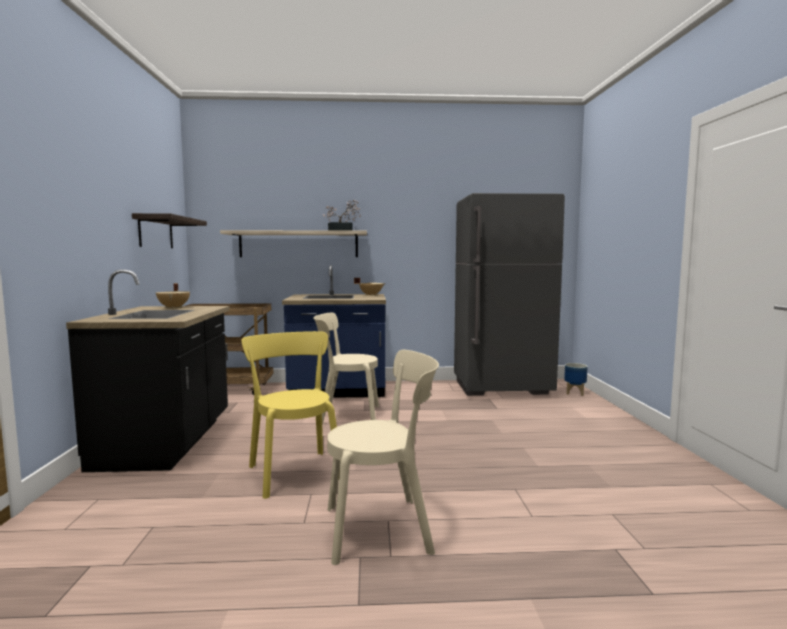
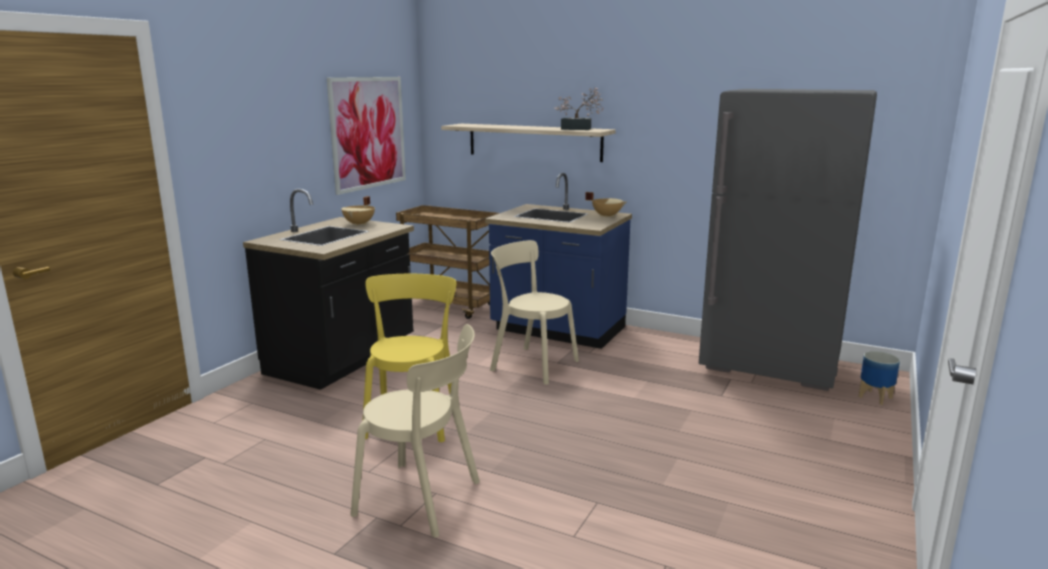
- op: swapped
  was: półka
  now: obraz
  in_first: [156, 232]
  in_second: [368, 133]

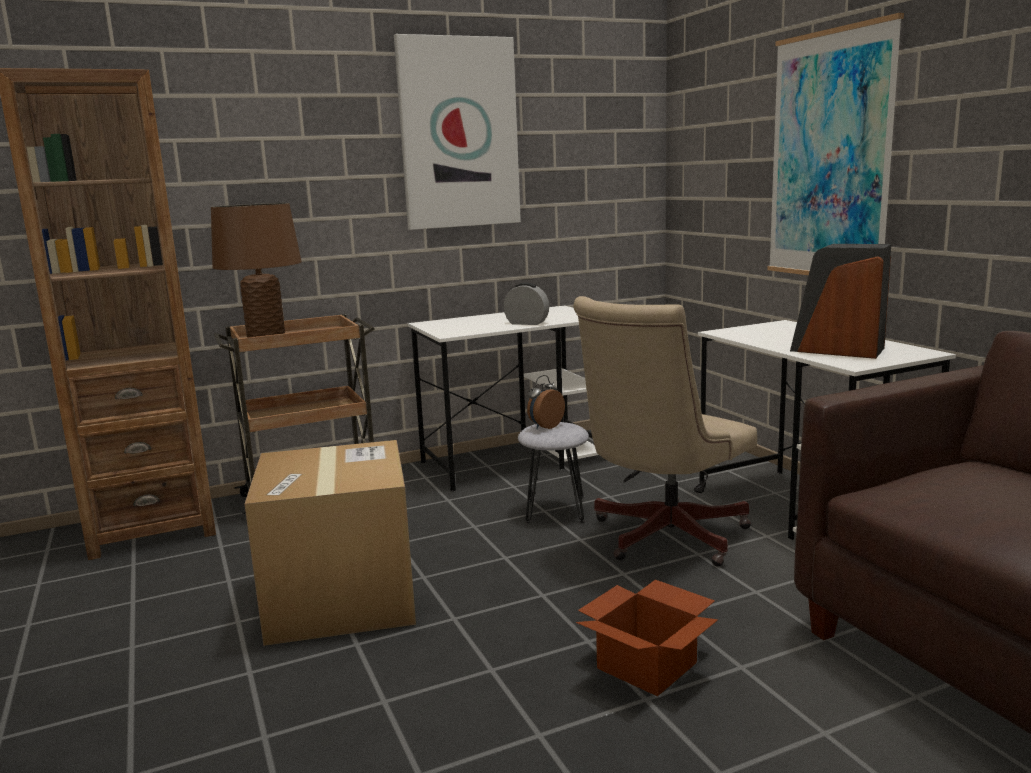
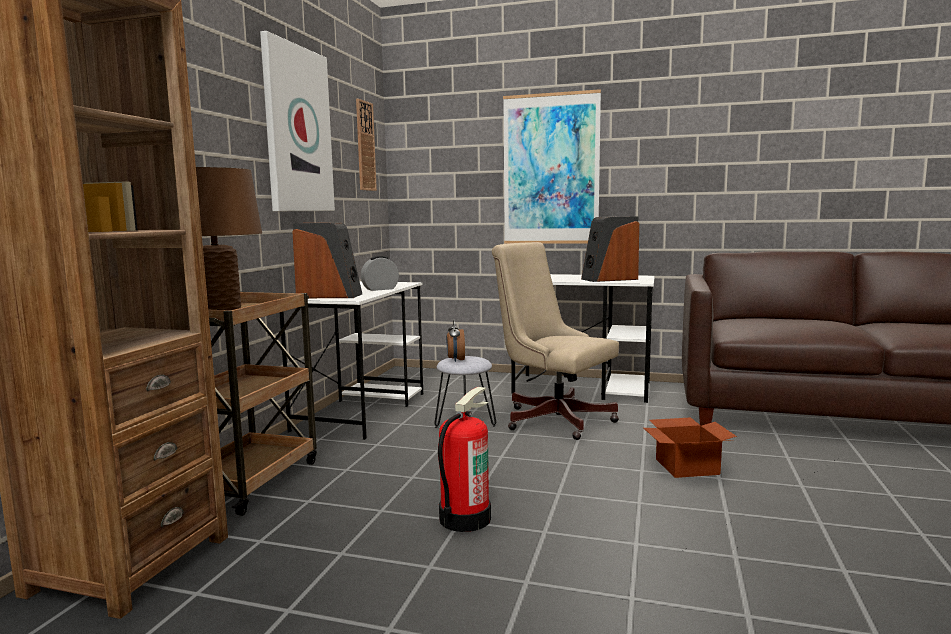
- op: swapped
  was: karton
  now: gaśnica
  in_first: [341, 598]
  in_second: [464, 518]
- op: rotated
  was: krzesło biurowe (beżowy)
  in_first: [661, 538]
  in_second: [552, 418]
  clockwise: 135
- op: new
  now: głośnik
  in_second: [329, 296]
- op: new
  now: zegar ścienny
  in_second: [365, 146]

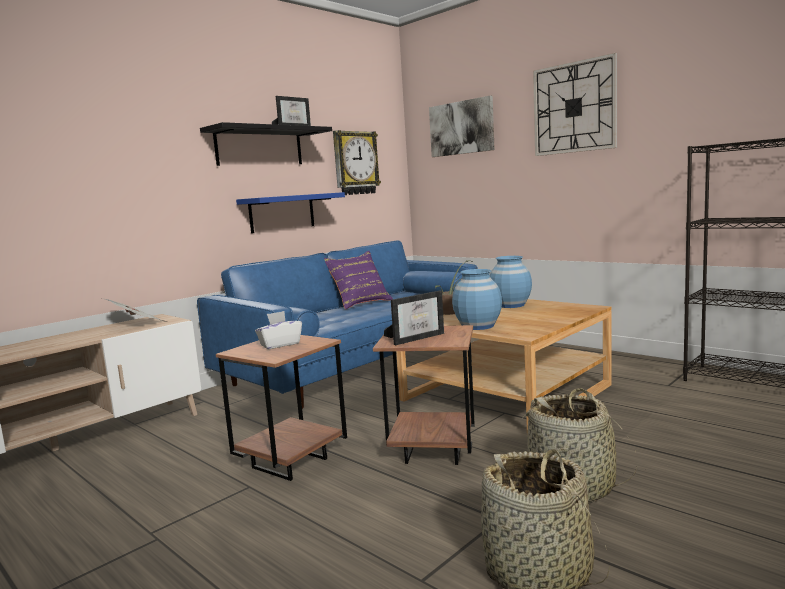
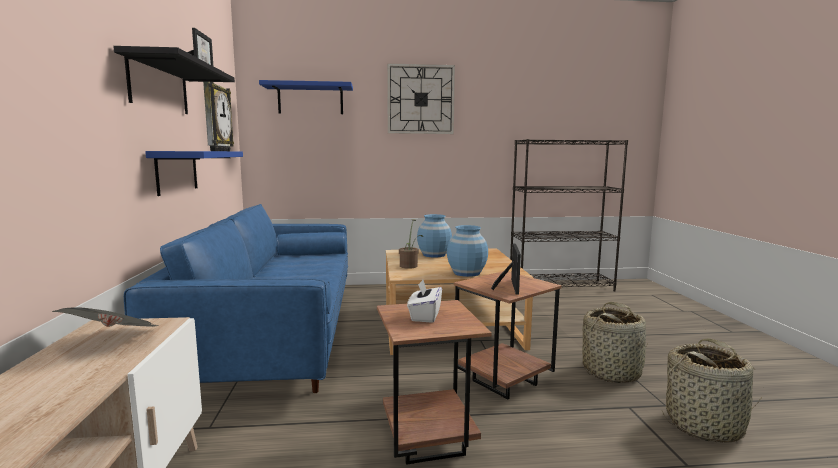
- op: gone
  was: poduszka (fioletowy)
  in_first: [360, 303]
- op: swapped
  was: obraz
  now: półka (niebieski)
  in_first: [461, 128]
  in_second: [310, 99]

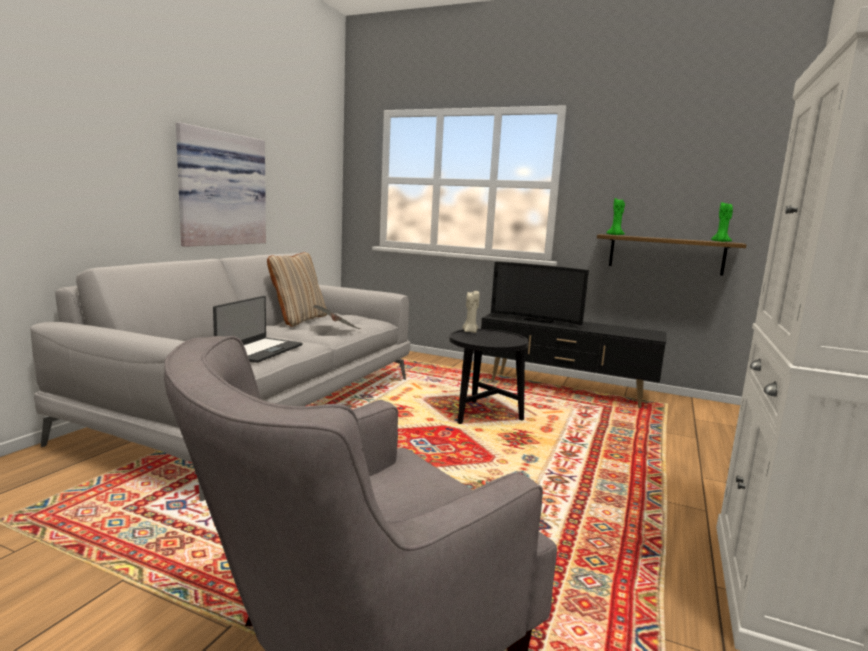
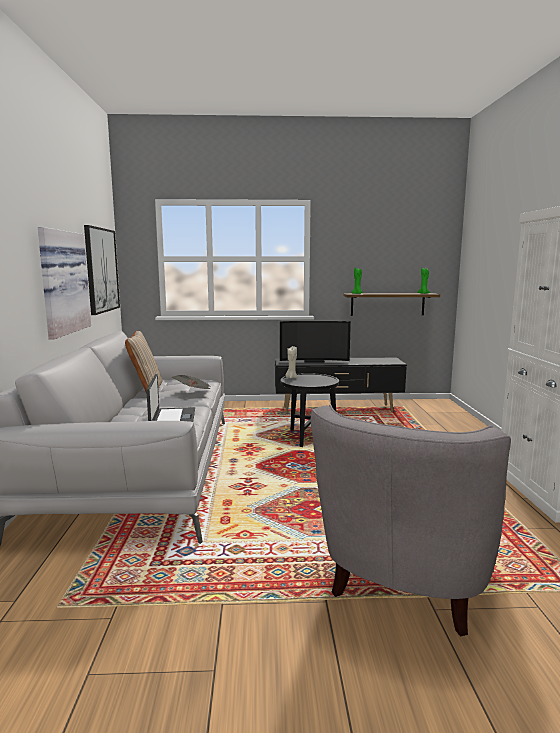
- op: new
  now: obraz
  in_second: [101, 270]

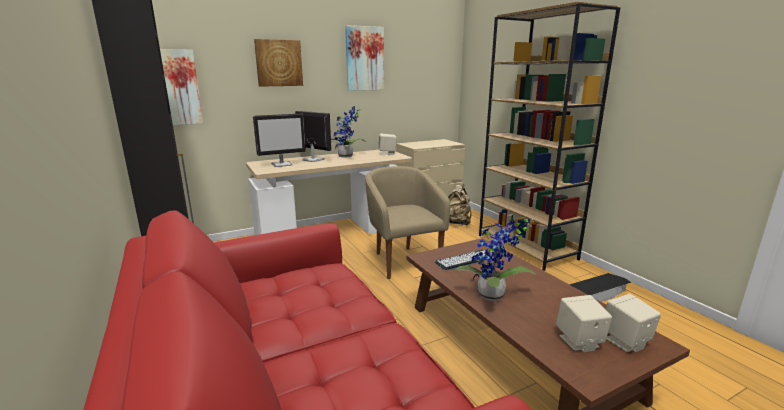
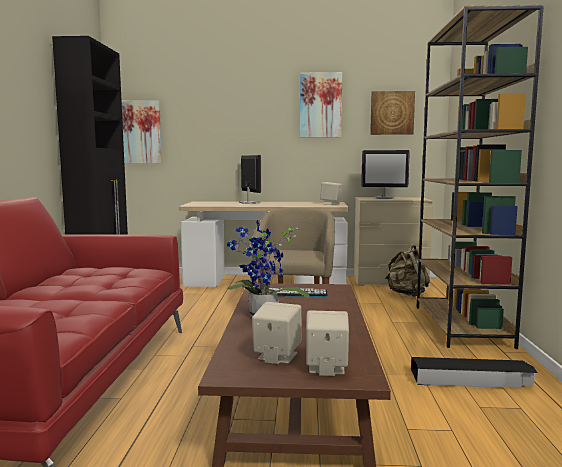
- op: shifted
  was: monitor
  in_first: [282, 164]
  in_second: [383, 198]
- op: shifted
  was: obraz
  in_first: [279, 63]
  in_second: [392, 113]
- op: gone
  was: roślina doniczkowa
  in_first: [347, 156]

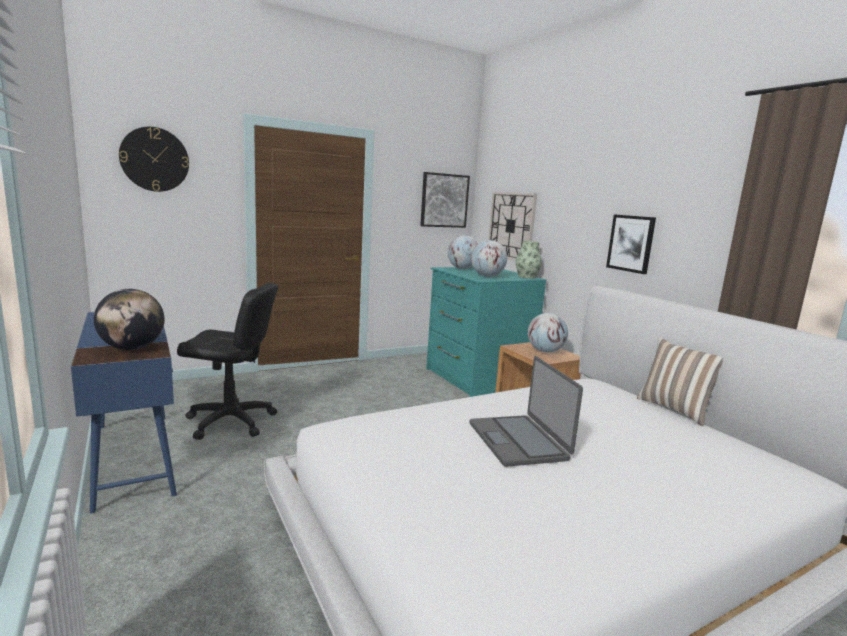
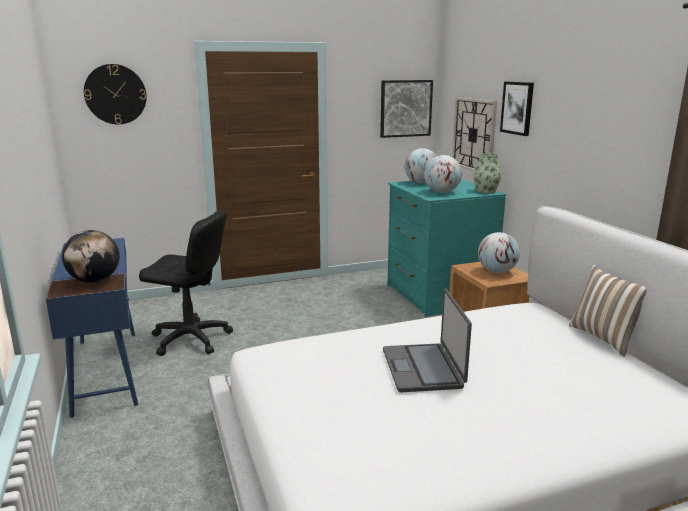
- op: shifted
  was: obraz
  in_first: [631, 243]
  in_second: [517, 108]

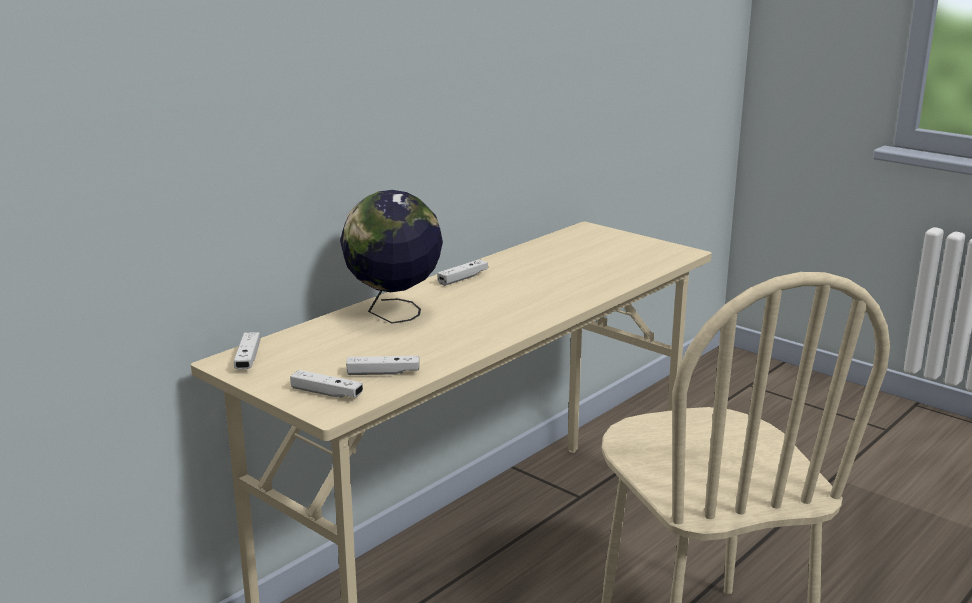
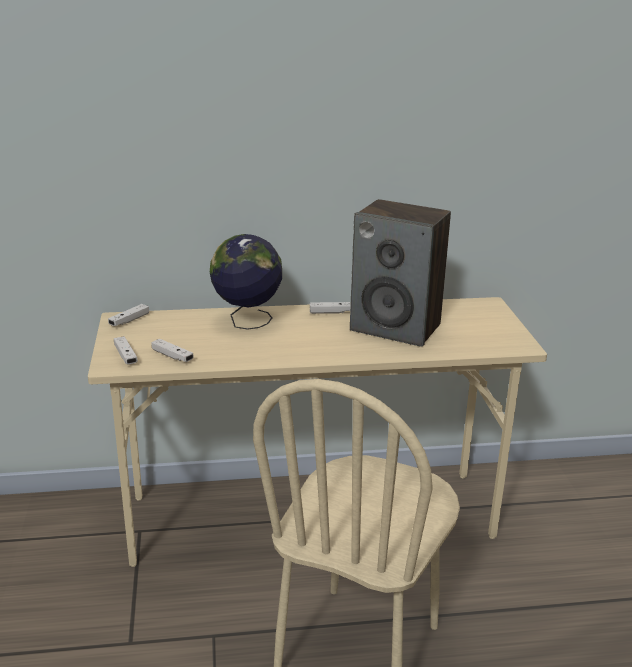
- op: new
  now: głośnik
  in_second: [396, 327]

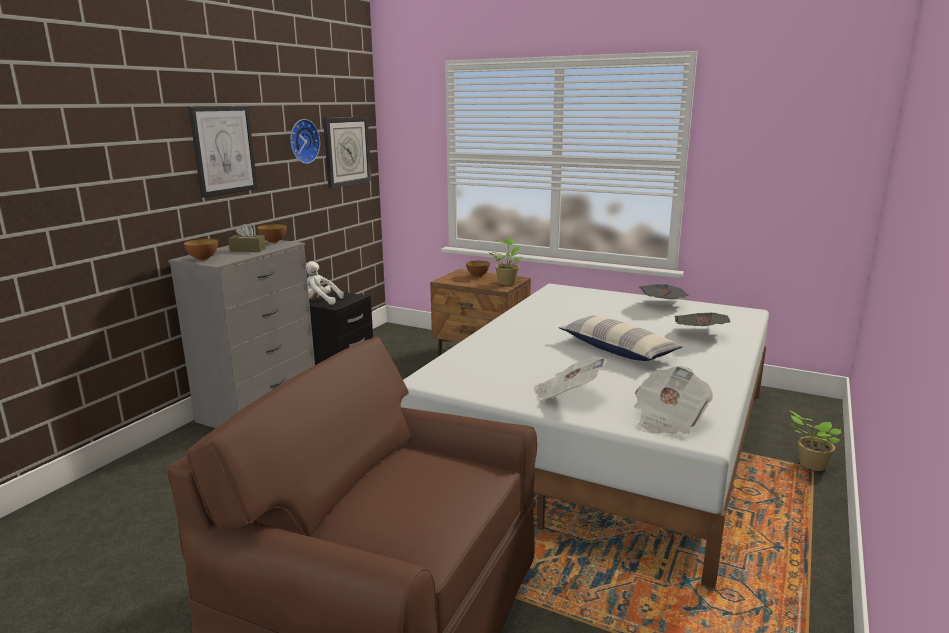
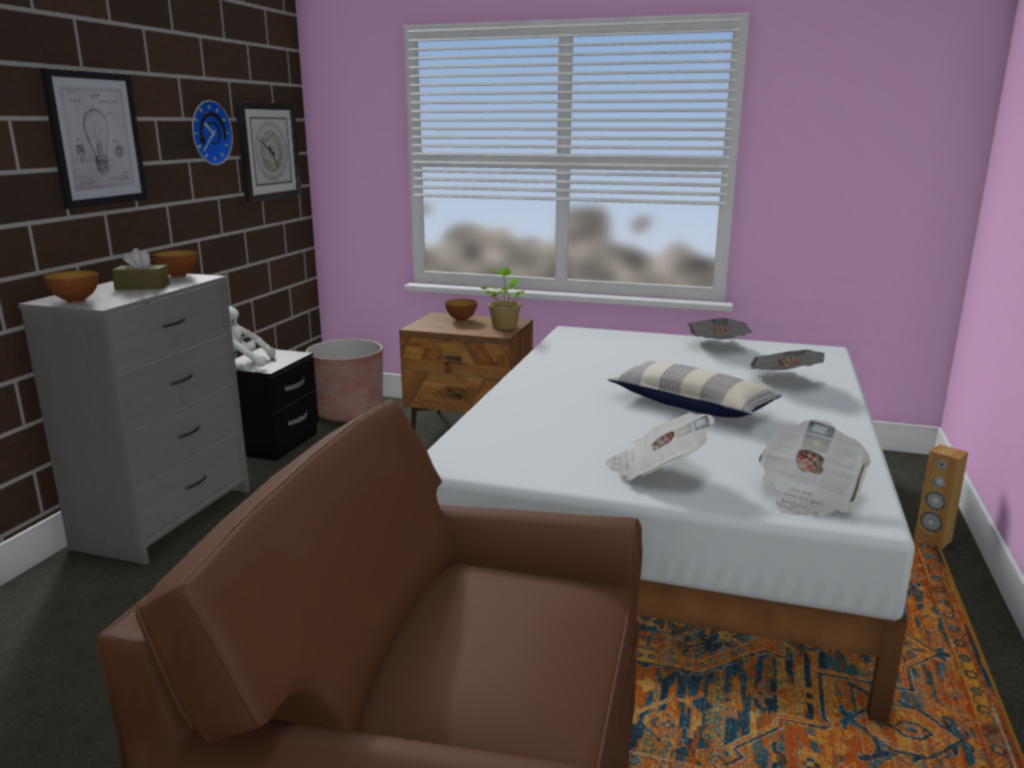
- op: swapped
  was: roślina doniczkowa
  now: głośnik (brązowy)
  in_first: [810, 465]
  in_second: [932, 540]
- op: new
  now: donica (brązowy)
  in_second: [348, 412]

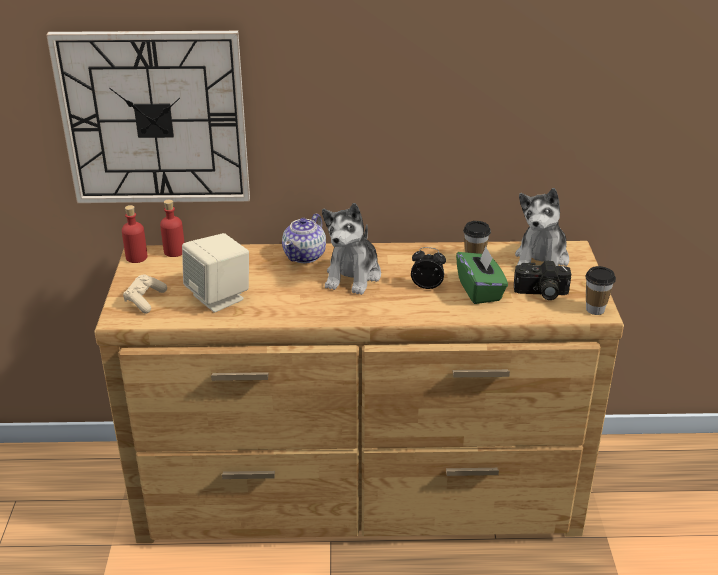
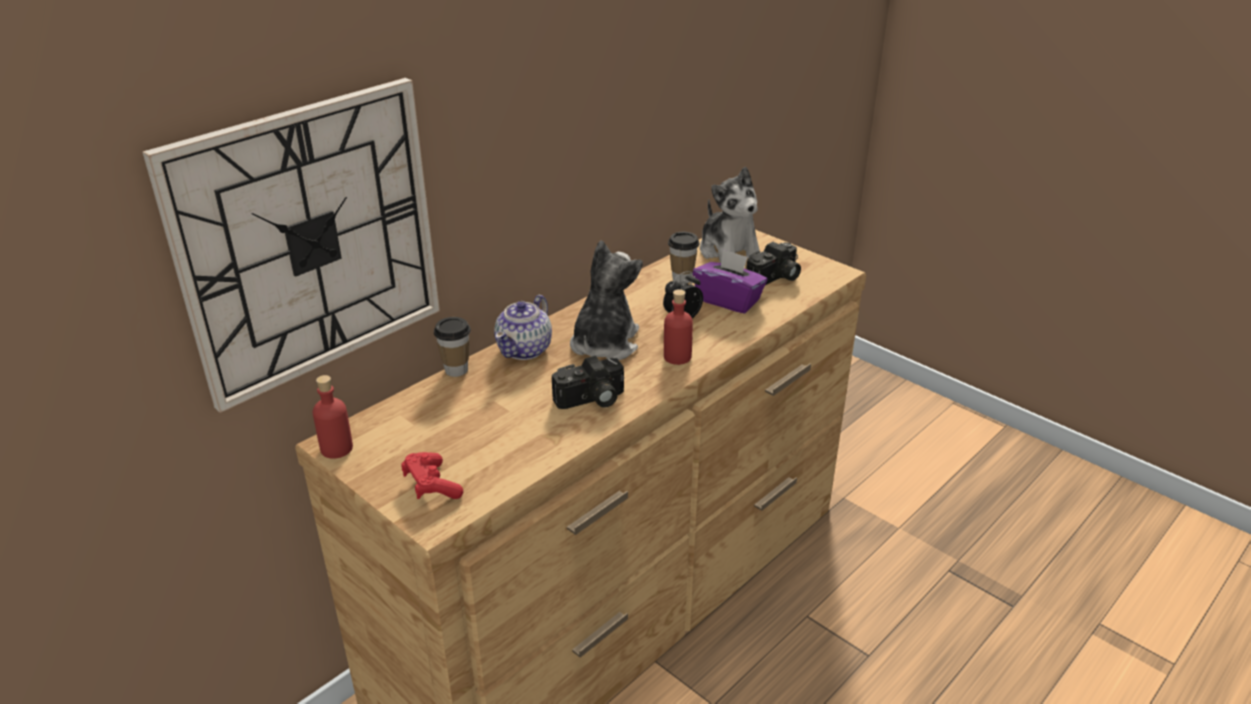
- op: repainted
  was: pad do gier (beżowy)
  now: pad do gier (czerwony)
  in_first: [145, 300]
  in_second: [431, 486]
- op: shifted
  was: butelka (czerwony)
  in_first: [174, 251]
  in_second: [677, 357]
- op: gone
  was: głośnik (beżowy)
  in_first: [219, 297]
- op: rotated
  was: imbryk
  in_first: [305, 255]
  in_second: [525, 349]
  clockwise: 45
- op: rotated
  was: pluszak
  in_first: [353, 276]
  in_second: [604, 344]
  clockwise: -135
- op: repainted
  was: pudełko chusteczek (zielony)
  now: pudełko chusteczek (fioletowy)
  in_first: [480, 290]
  in_second: [728, 300]
- op: shifted
  was: filiżanka
  in_first: [595, 309]
  in_second: [456, 370]
- op: new
  now: aparat fotograficzny
  in_second: [591, 400]

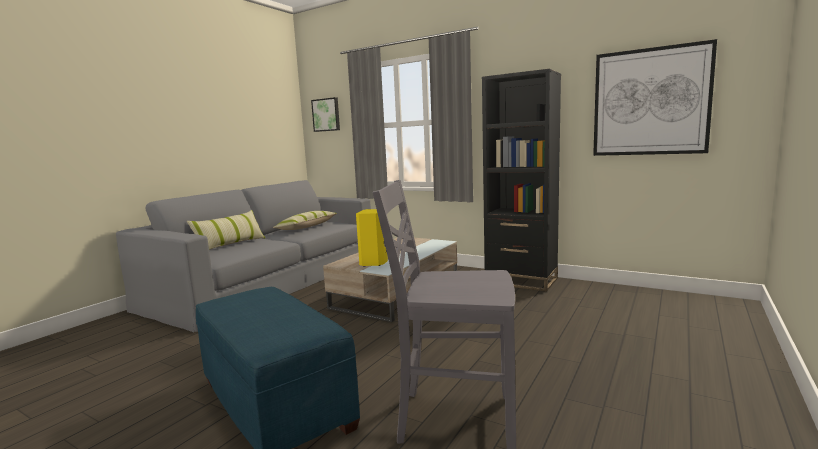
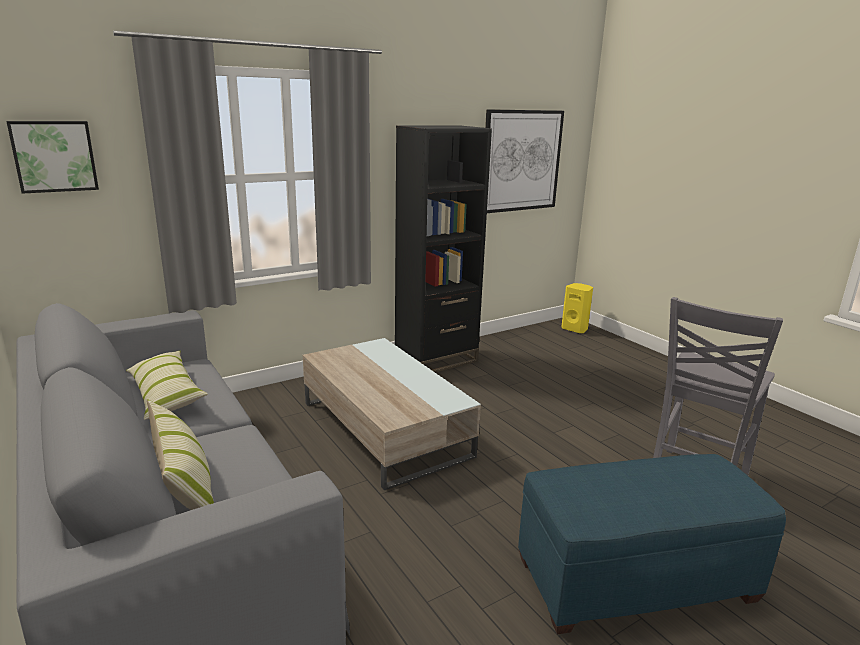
- op: shifted
  was: głośnik (żółty)
  in_first: [374, 263]
  in_second: [575, 329]

